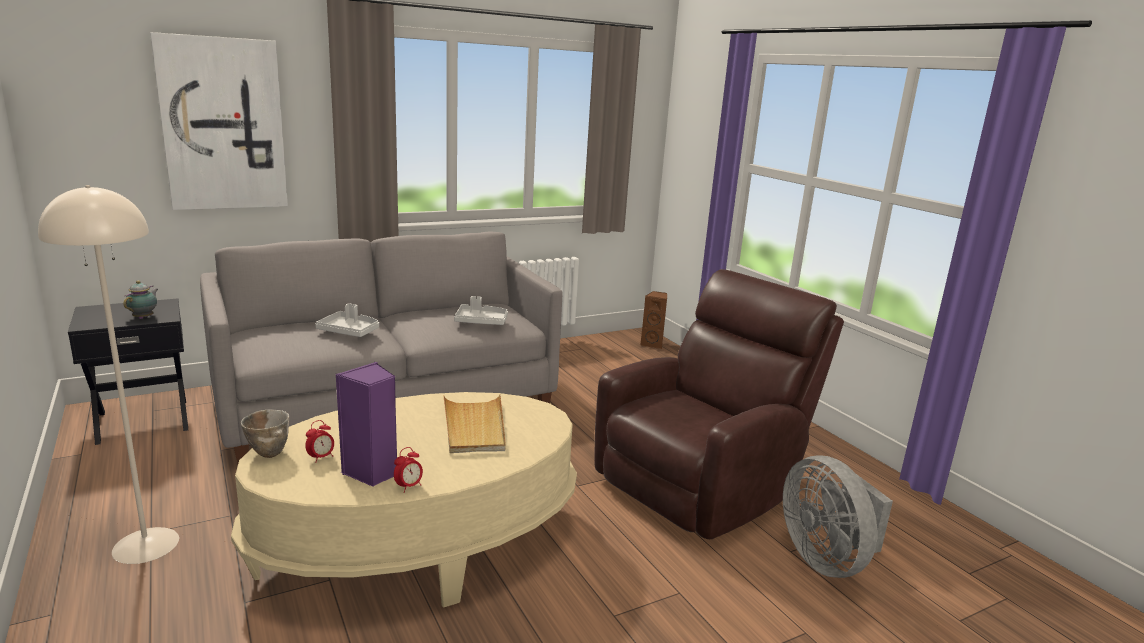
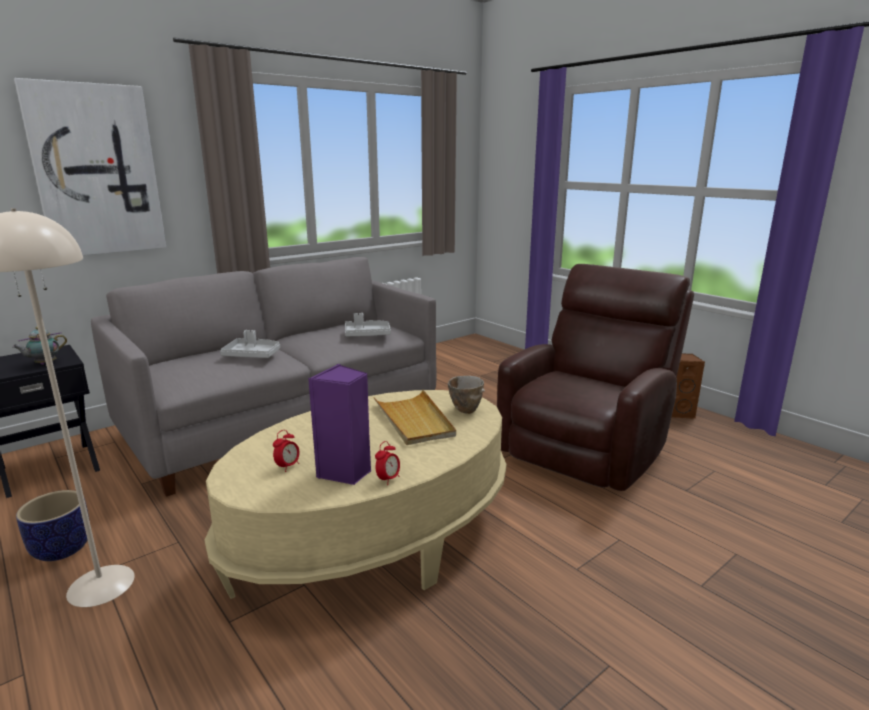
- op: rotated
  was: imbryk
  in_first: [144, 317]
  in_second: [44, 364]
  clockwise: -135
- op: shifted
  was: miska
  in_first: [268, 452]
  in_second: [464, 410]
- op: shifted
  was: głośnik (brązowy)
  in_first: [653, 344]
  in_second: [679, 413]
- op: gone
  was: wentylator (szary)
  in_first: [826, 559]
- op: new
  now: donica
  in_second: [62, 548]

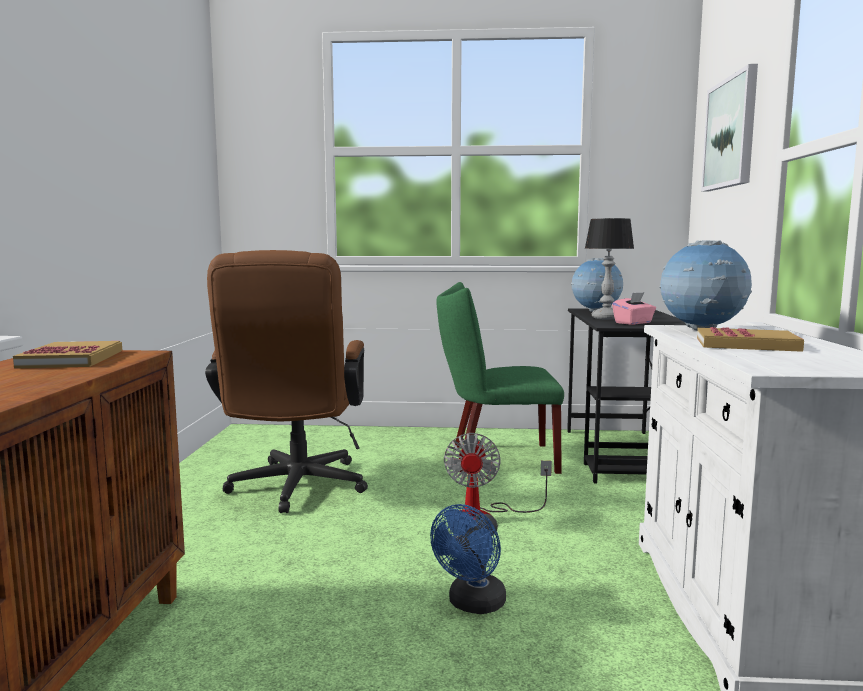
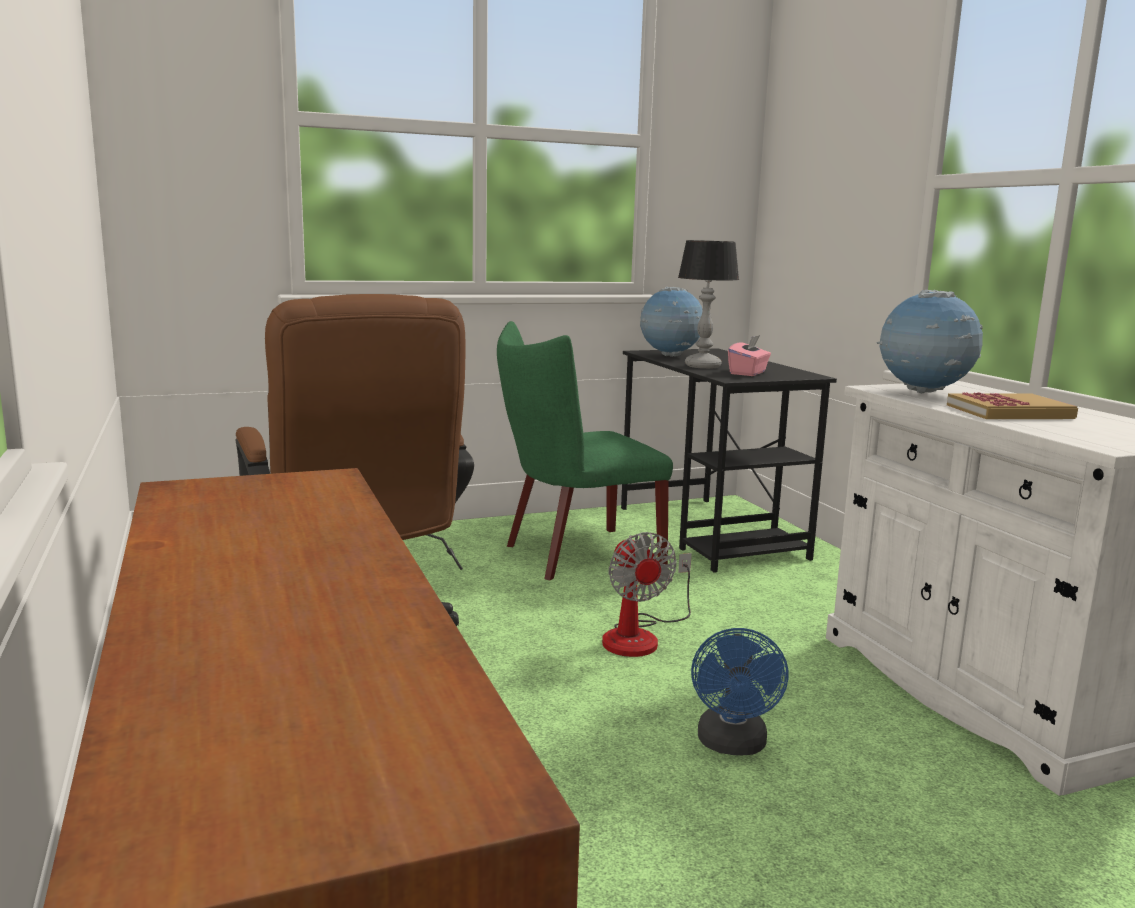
- op: gone
  was: książka
  in_first: [72, 359]
- op: gone
  was: obraz
  in_first: [731, 133]

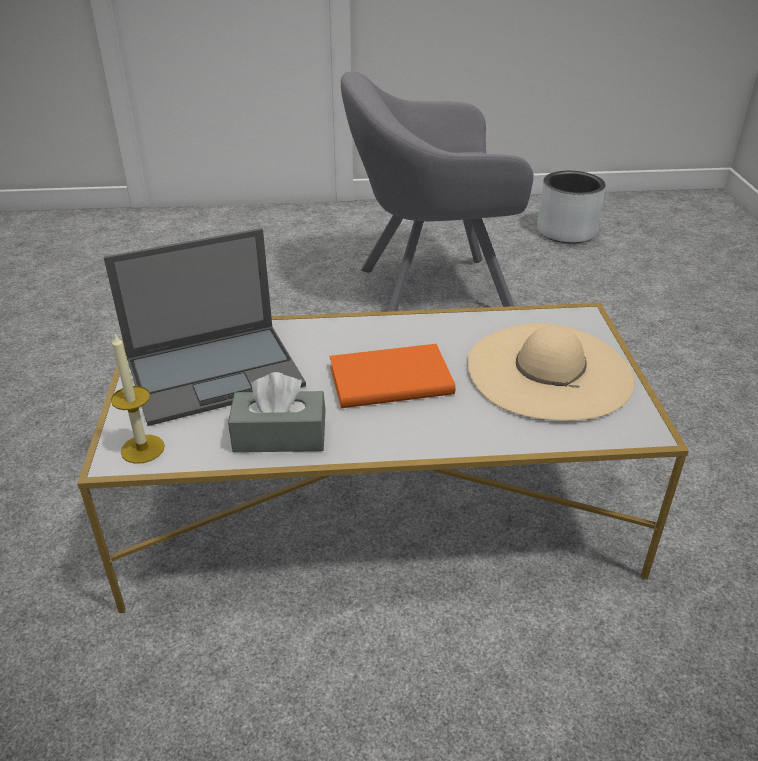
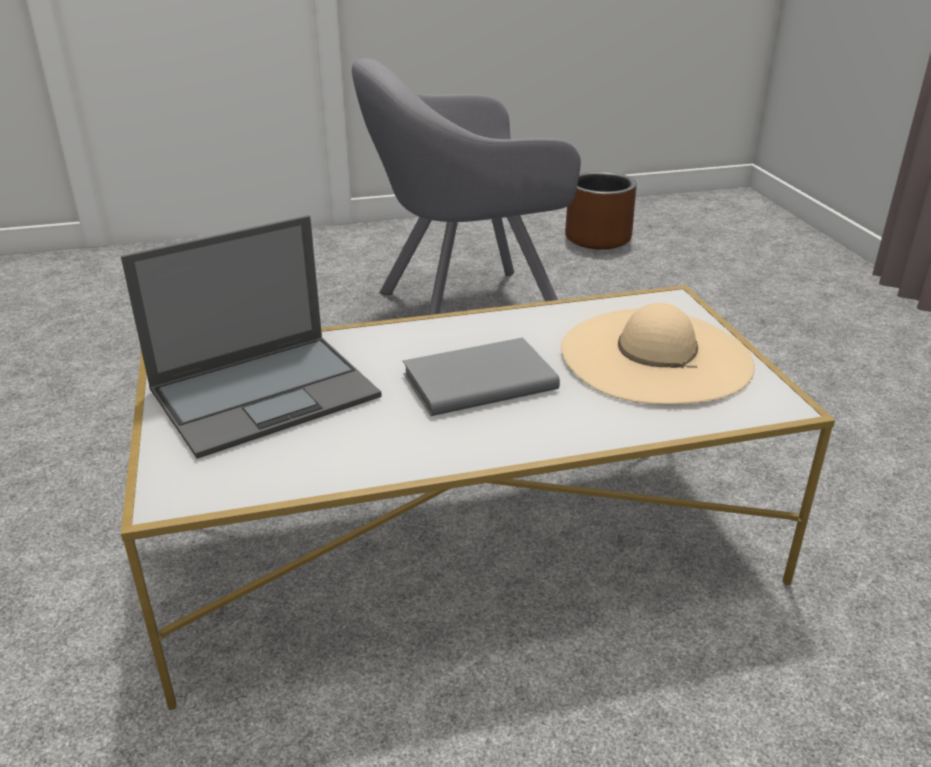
- op: gone
  was: świeca
  in_first: [142, 449]
- op: gone
  was: pudełko chusteczek (szary)
  in_first: [279, 436]
- op: repainted
  was: książka (pomarańczowy)
  now: książka (szary)
  in_first: [388, 379]
  in_second: [476, 380]
- op: repainted
  was: donica (szary)
  now: donica (brązowy)
  in_first: [566, 232]
  in_second: [597, 238]

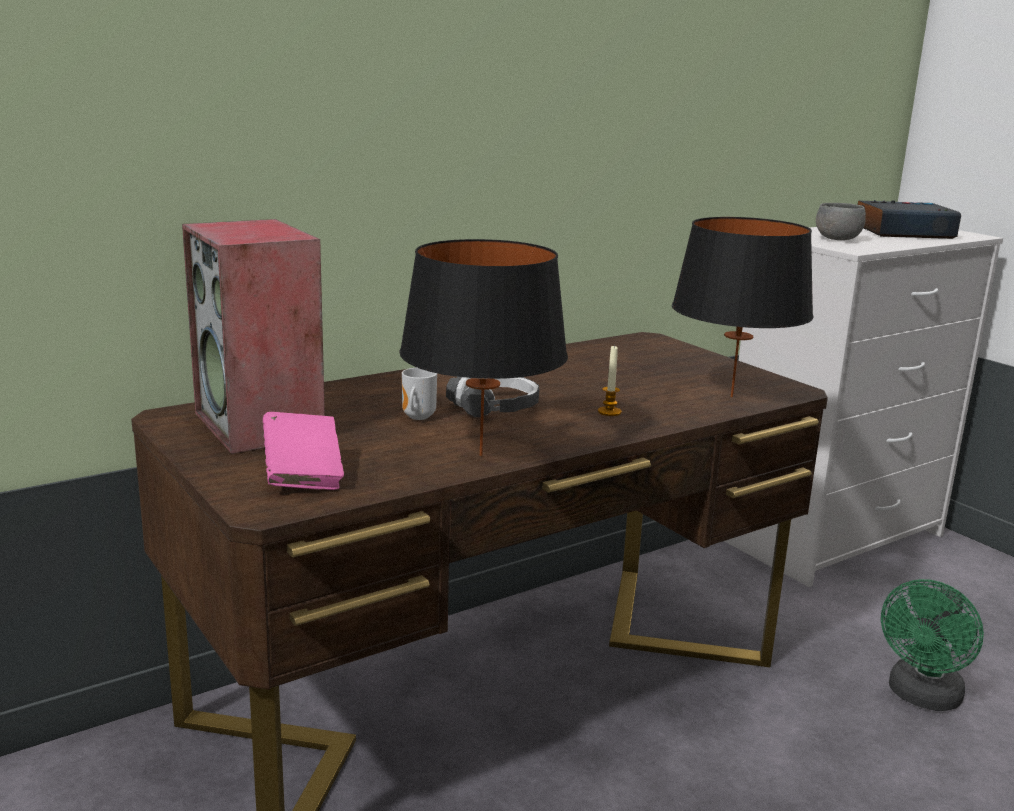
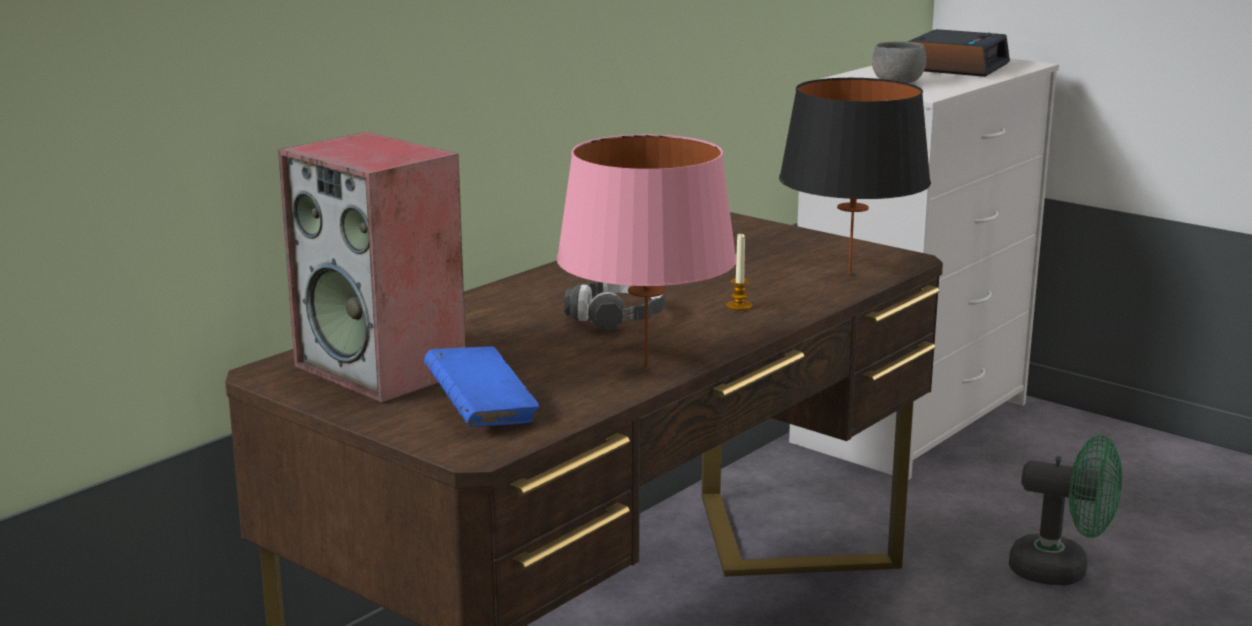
- op: repainted
  was: książka (różowy)
  now: książka (niebieski)
  in_first: [303, 475]
  in_second: [482, 413]
- op: repainted
  was: lampa stołowa (czarny)
  now: lampa stołowa (różowy)
  in_first: [481, 455]
  in_second: [646, 368]
- op: gone
  was: kubek
  in_first: [416, 417]
- op: rotated
  was: budzik
  in_first: [902, 232]
  in_second: [955, 66]
  clockwise: 135
- op: rotated
  was: wentylator (zielony)
  in_first: [921, 697]
  in_second: [1061, 571]
  clockwise: -90

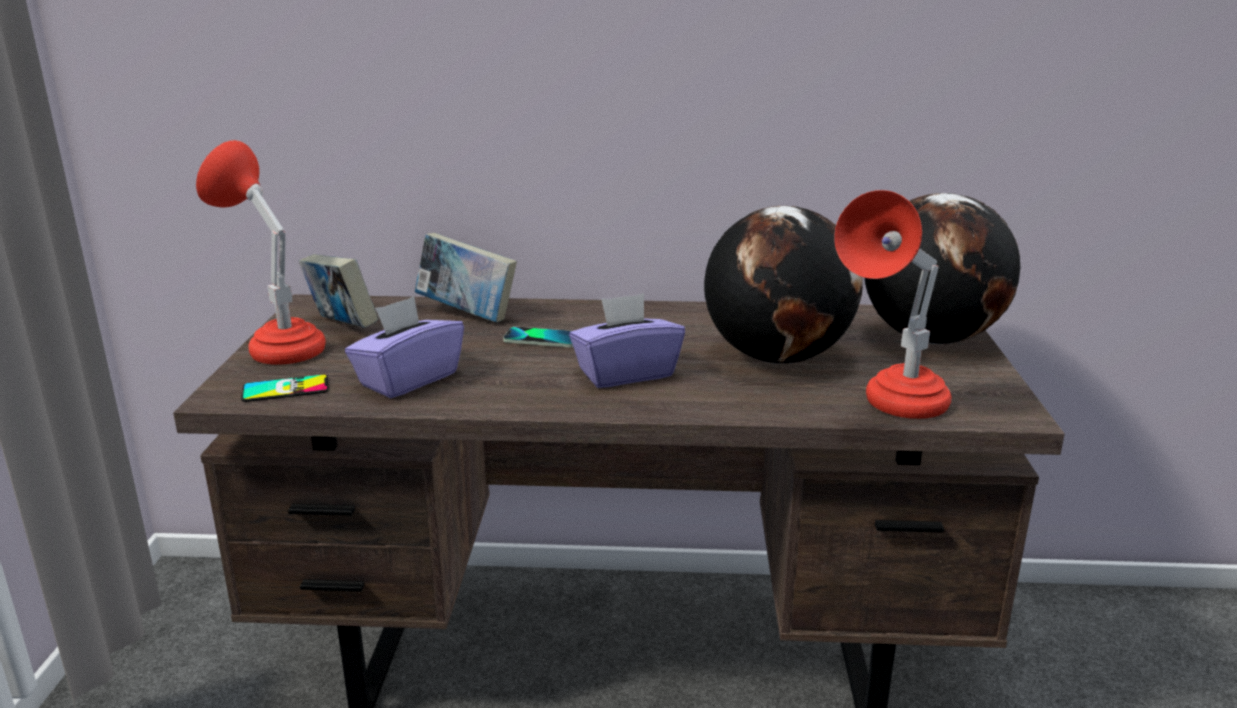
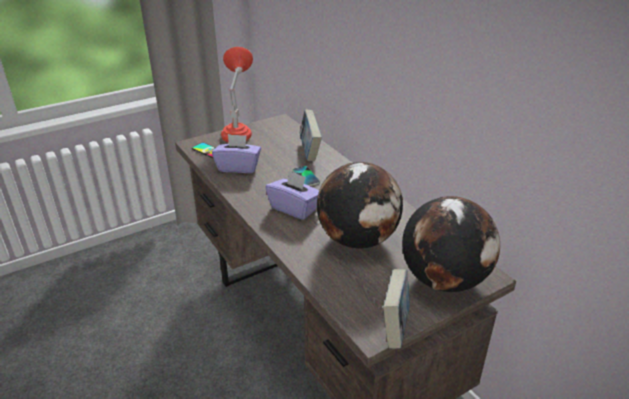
- op: shifted
  was: książka
  in_first: [342, 327]
  in_second: [395, 327]
- op: gone
  was: lampa stołowa (czerwony)
  in_first: [891, 409]

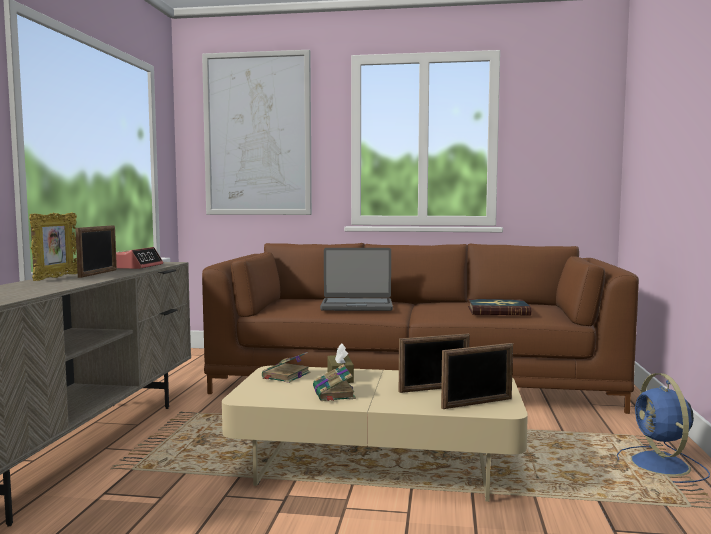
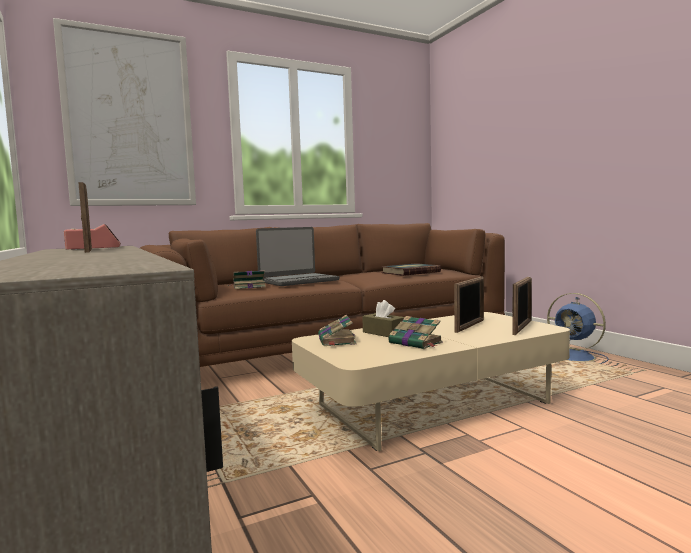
- op: gone
  was: ramka na zdjęcie
  in_first: [55, 278]
- op: new
  now: książka
  in_second: [248, 286]

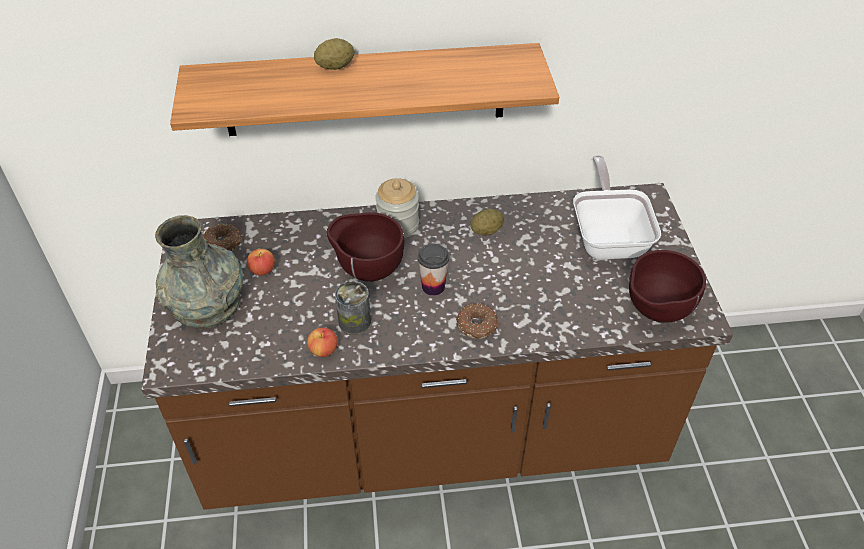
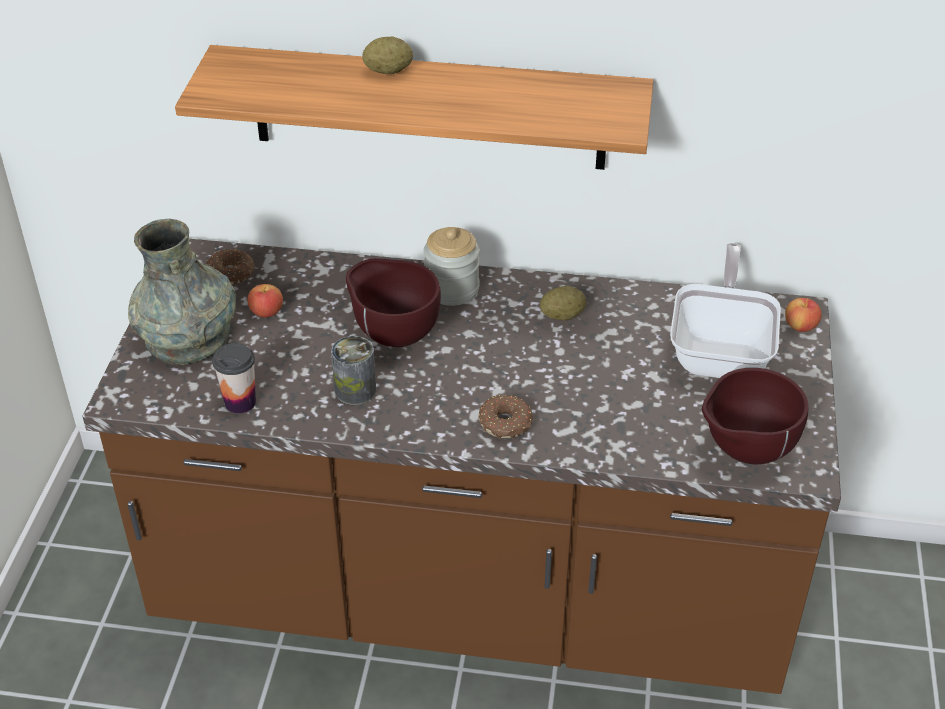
- op: shifted
  was: jabłko
  in_first: [323, 350]
  in_second: [800, 326]
- op: shifted
  was: filiżanka
  in_first: [433, 287]
  in_second: [240, 402]

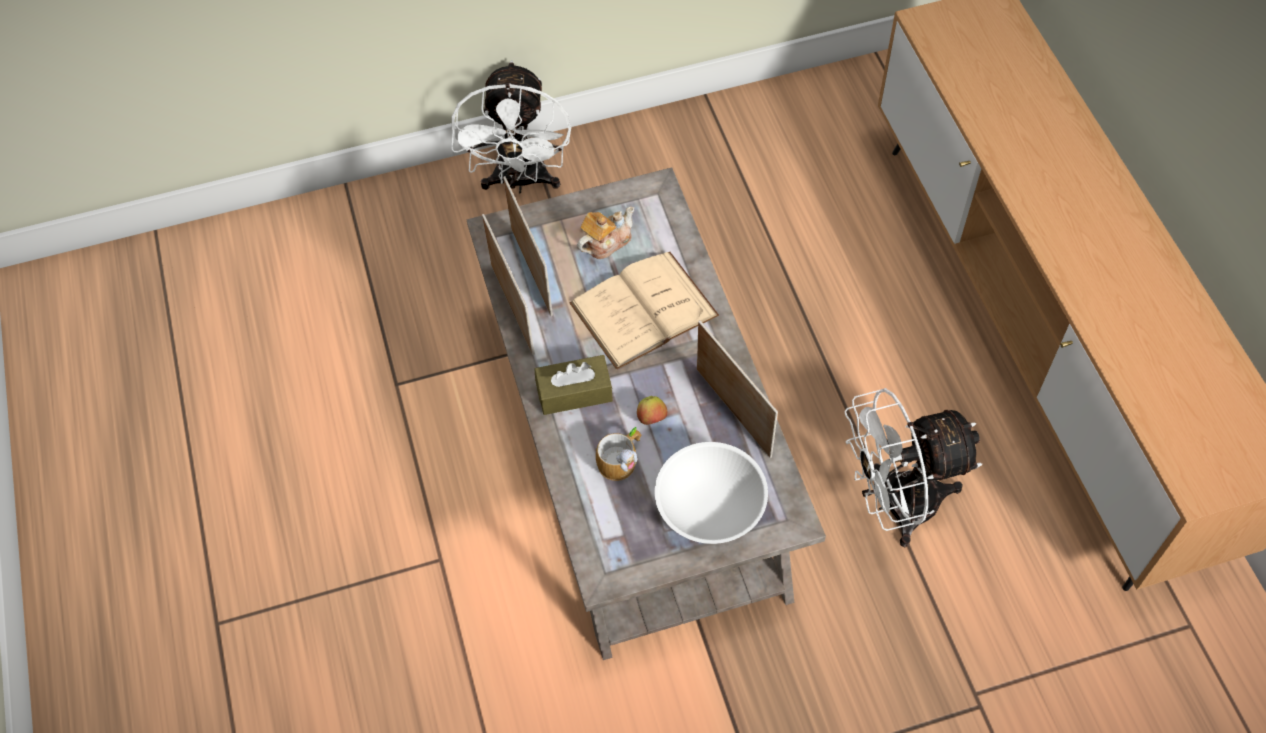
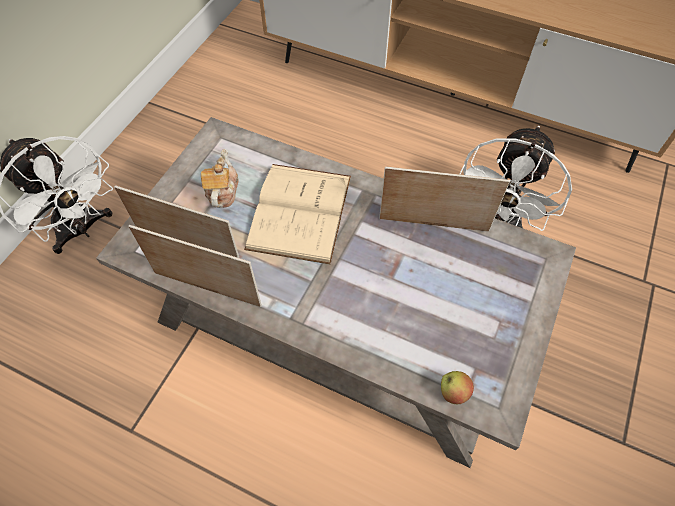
- op: gone
  was: pudełko chusteczek (brązowy)
  in_first: [574, 392]
- op: gone
  was: kubek
  in_first: [622, 460]
- op: shifted
  was: jabłko
  in_first: [652, 419]
  in_second: [453, 392]
- op: gone
  was: miska (biały)
  in_first: [710, 508]

